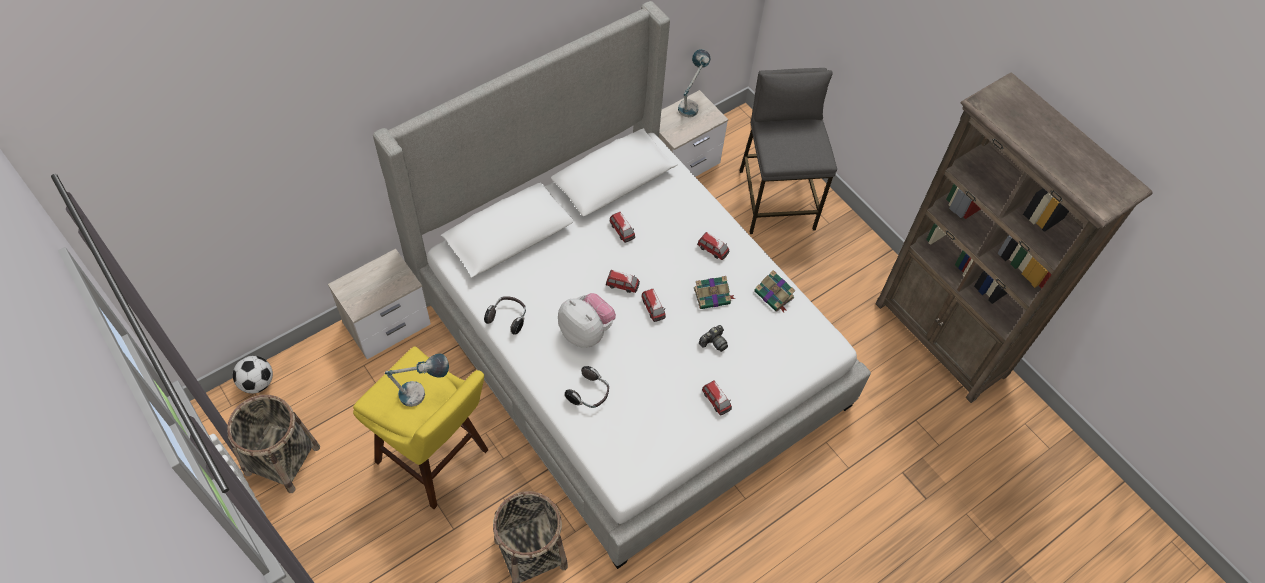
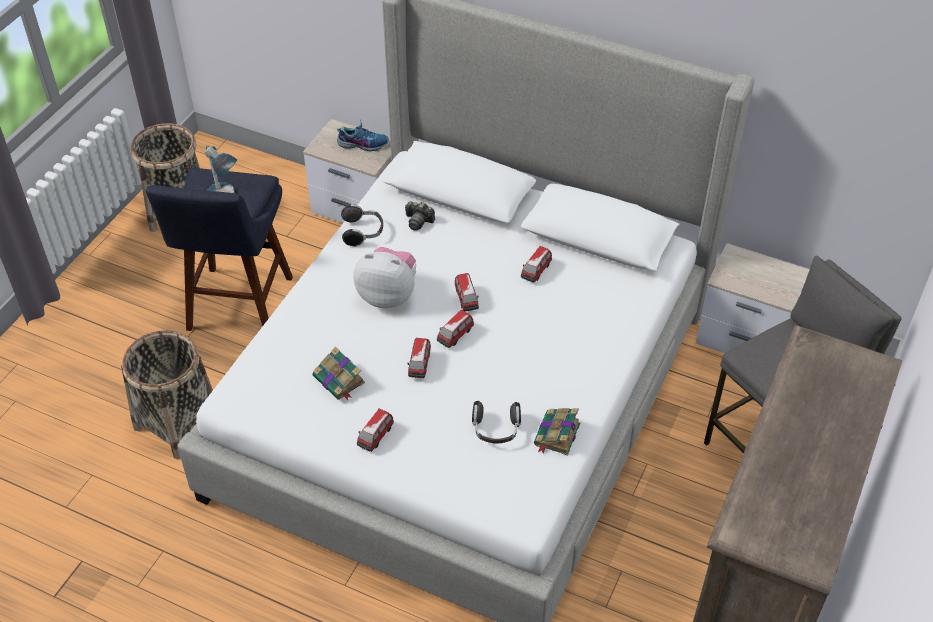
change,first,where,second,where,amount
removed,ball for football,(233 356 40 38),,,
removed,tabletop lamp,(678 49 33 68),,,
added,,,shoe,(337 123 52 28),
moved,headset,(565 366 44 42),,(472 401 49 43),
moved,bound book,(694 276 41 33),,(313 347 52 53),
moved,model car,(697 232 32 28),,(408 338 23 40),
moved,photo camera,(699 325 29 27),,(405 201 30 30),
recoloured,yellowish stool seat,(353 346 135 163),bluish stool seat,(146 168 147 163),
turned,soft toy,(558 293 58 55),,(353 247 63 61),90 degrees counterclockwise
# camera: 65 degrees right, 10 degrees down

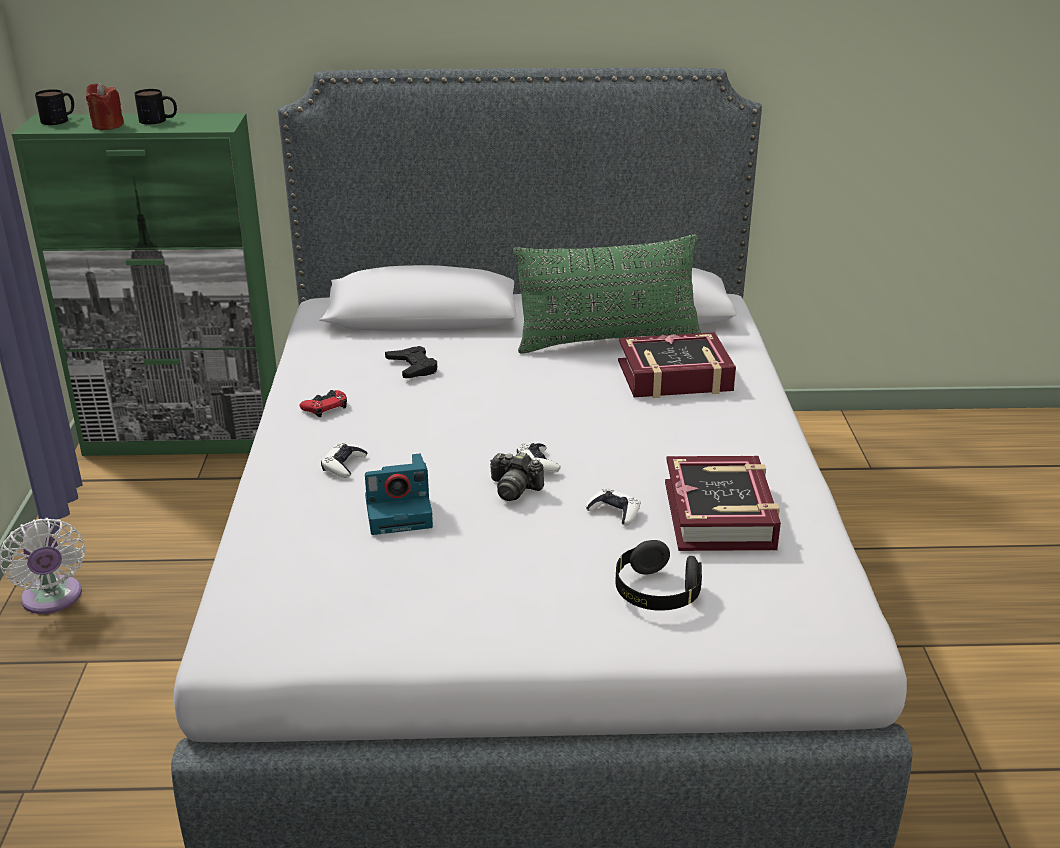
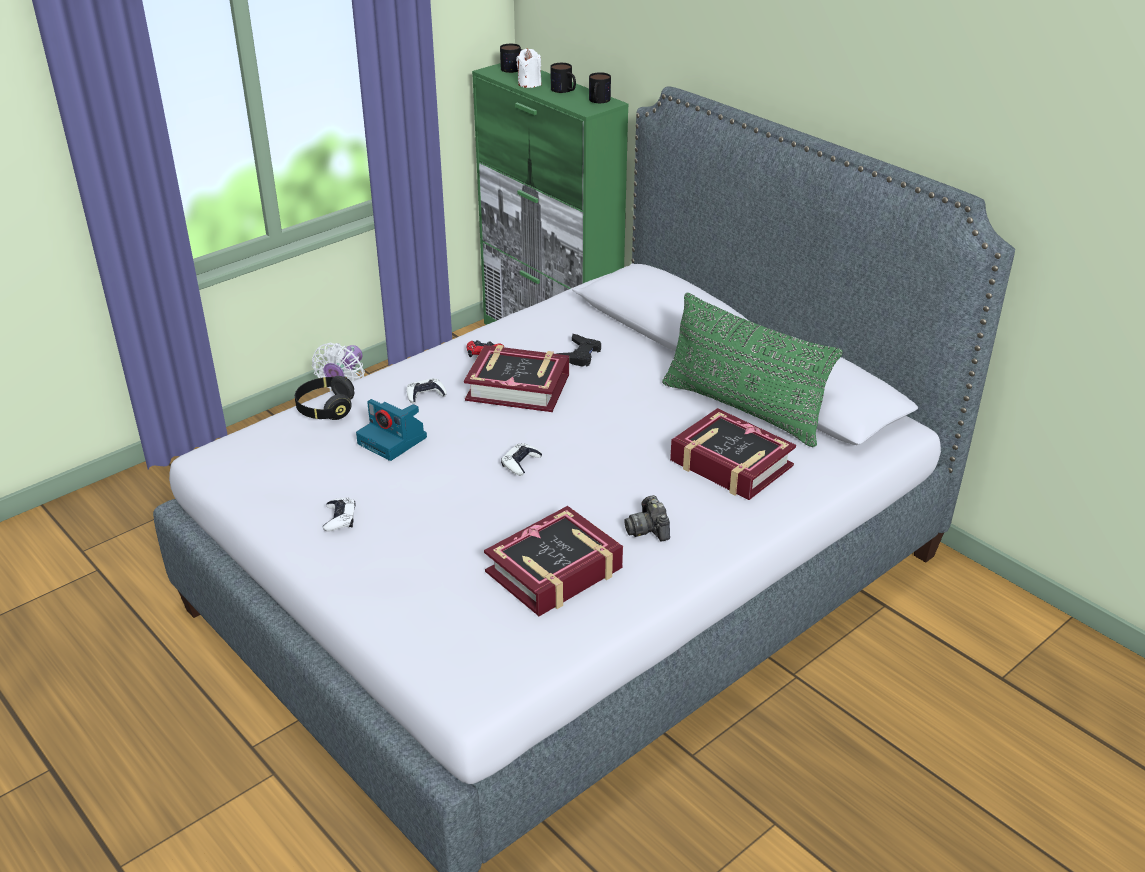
change,first,where,second,where,amount
added,,,bound book,(464 345 105 67),
added,,,coffee mug,(589 72 22 31),
moved,photo camera,(490 452 54 49),,(624 495 46 46),
moved,white-coloured game controller,(586 488 54 38),,(323 497 32 35),
moved,blackish headset,(615 540 87 71),,(295 376 59 44),
recoloured,red wax light,(86 83 38 47),white-coloured wax light,(516 49 25 39),
# camera: 50 degrees right, 5 degrees up

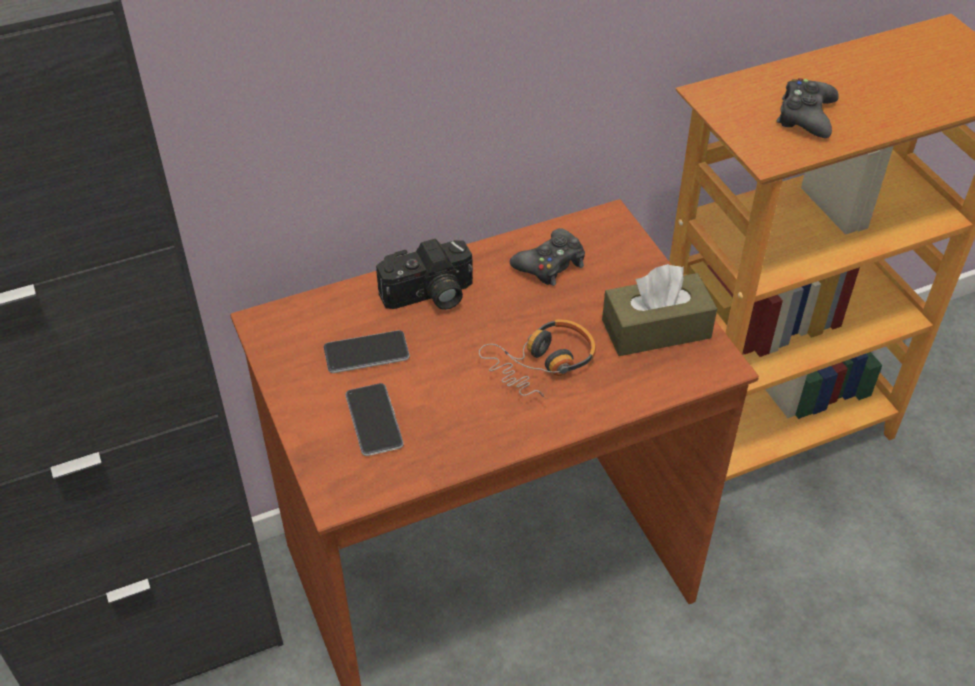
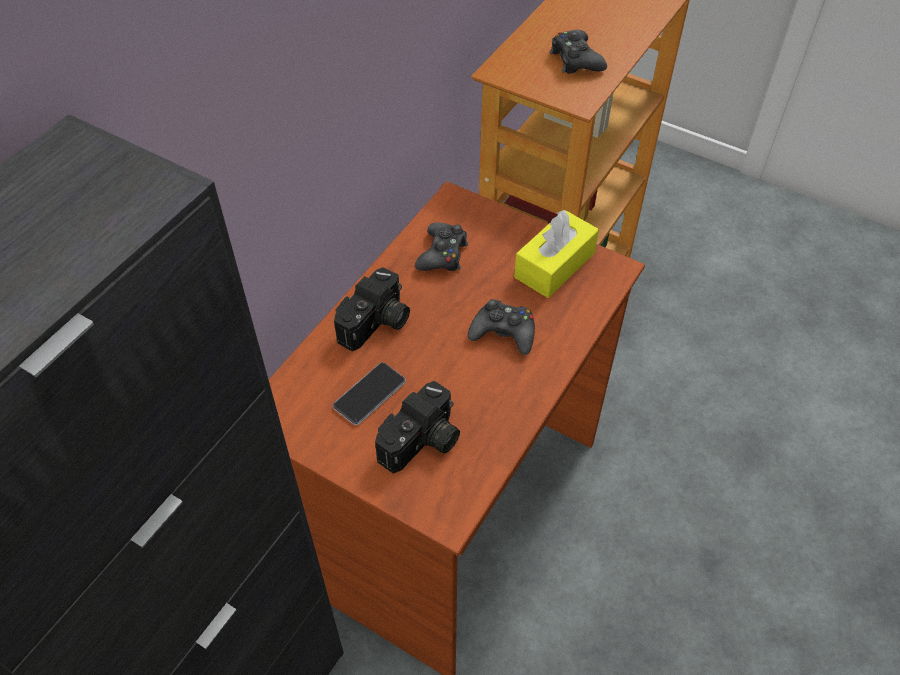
change,first,where,second,where,amount
replaced,handset,(345 383 59 73),photo camera,(375 381 85 92),
replaced,headset,(479 319 117 81),blackish game controller,(468 299 67 56),
recoloured,brownish tissue box,(602 264 115 92),yellowish tissue box,(514 210 85 88),
# camera: 35 degrees left, 5 degrees up

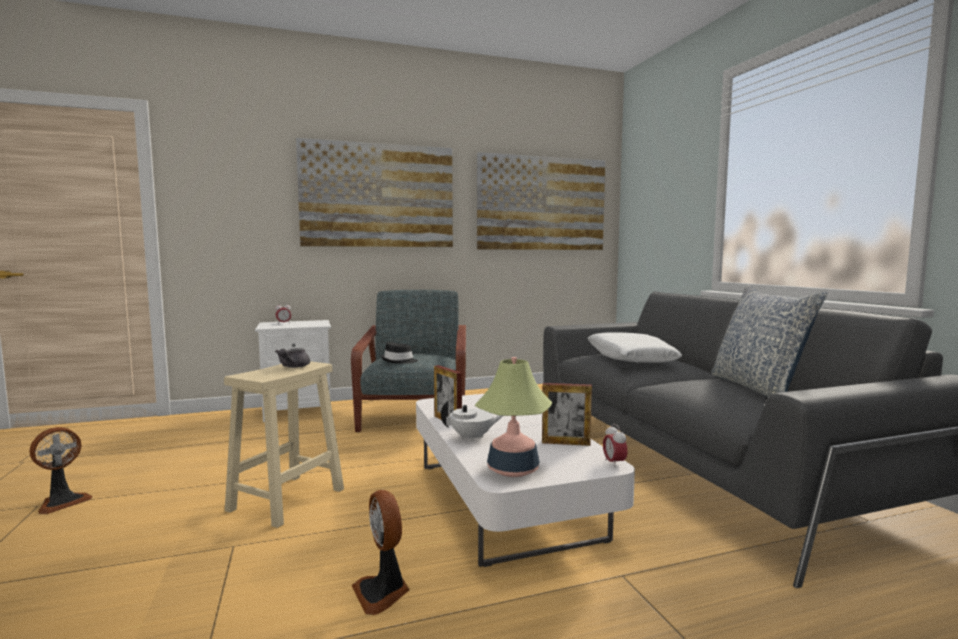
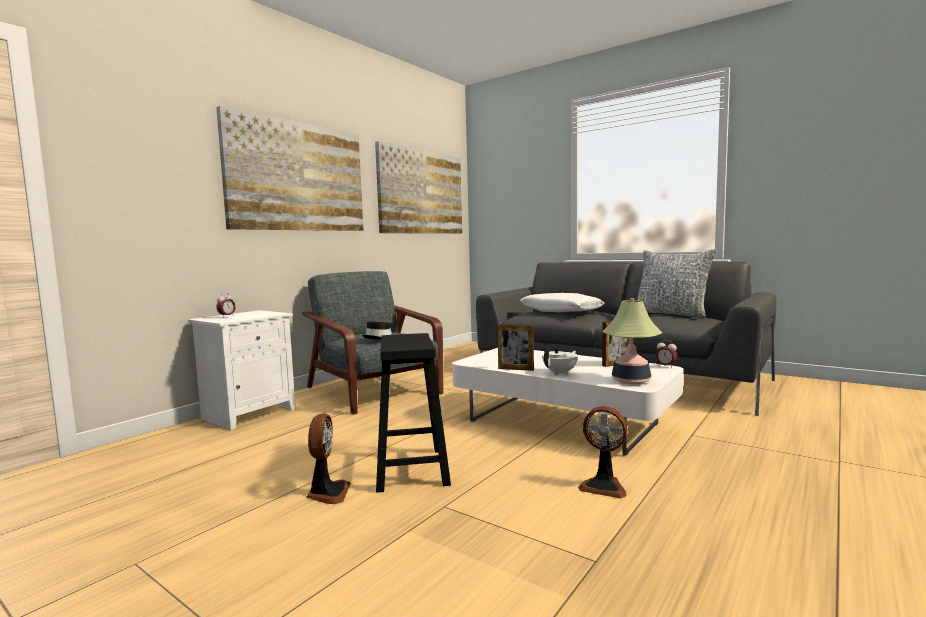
change,first,where,second,where,amount
removed,greyish pot for tea,(275 348 35 20),,,
moved,cooling fan,(30 427 62 87),,(306 414 45 90),
recoloured,sand-coloured stool seat,(224 361 120 167),blackish stool seat,(376 333 75 160),
# camera: 35 degrees left, 0 degrees up

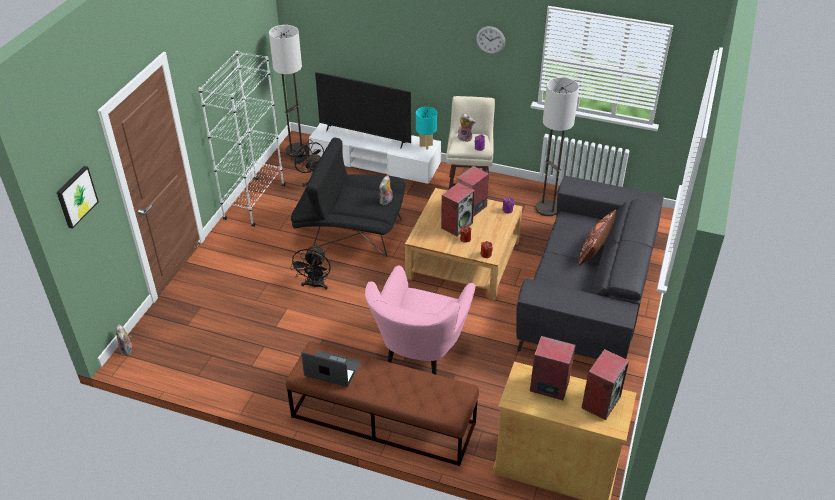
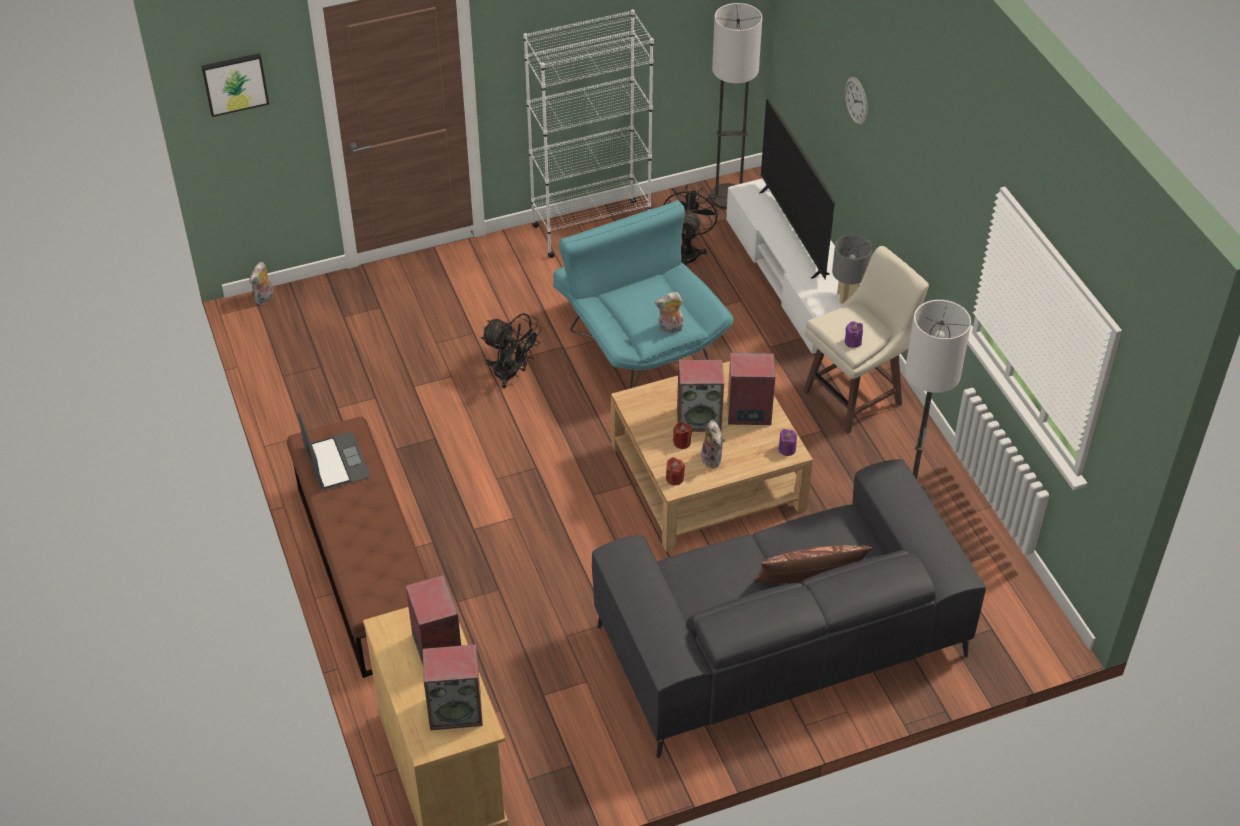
change,first,where,second,where,amount
removed,pink lounge chair,(365 266 111 109),,,
moved,soft toy,(458 113 17 29),,(701 420 24 48),
moved,clock on the wall,(476 26 29 28),,(845 77 23 48),
recoloured,blackish lounge chair,(291 138 115 119),turquoise lounge chair,(553 200 181 188),
recoloured,turquoise tabletop lamp,(416 107 21 43),greyish tabletop lamp,(832 235 40 69),
turned,blackish cooling fan,(290 244 41 46),,(481 313 61 75),120 degrees counterclockwise
# camera: 50 degrees right, 5 degrees up

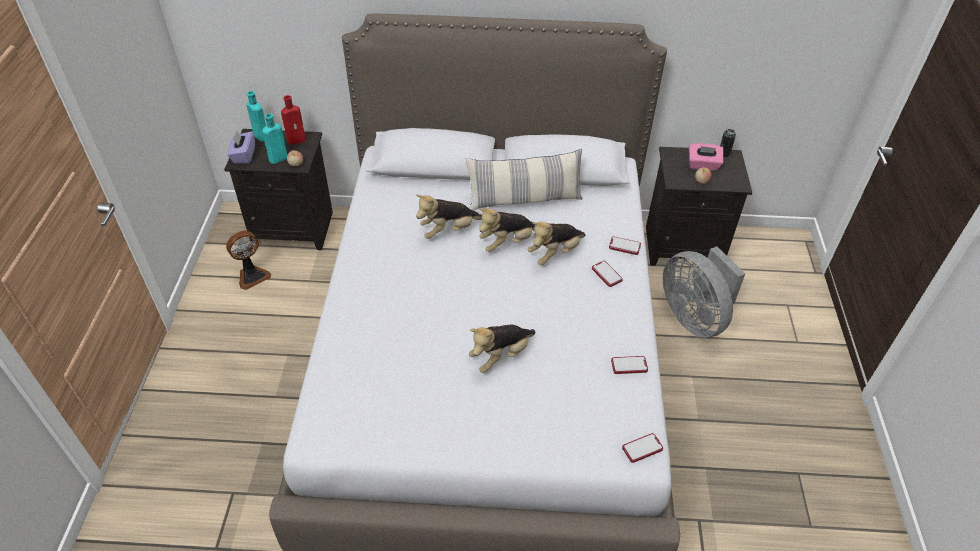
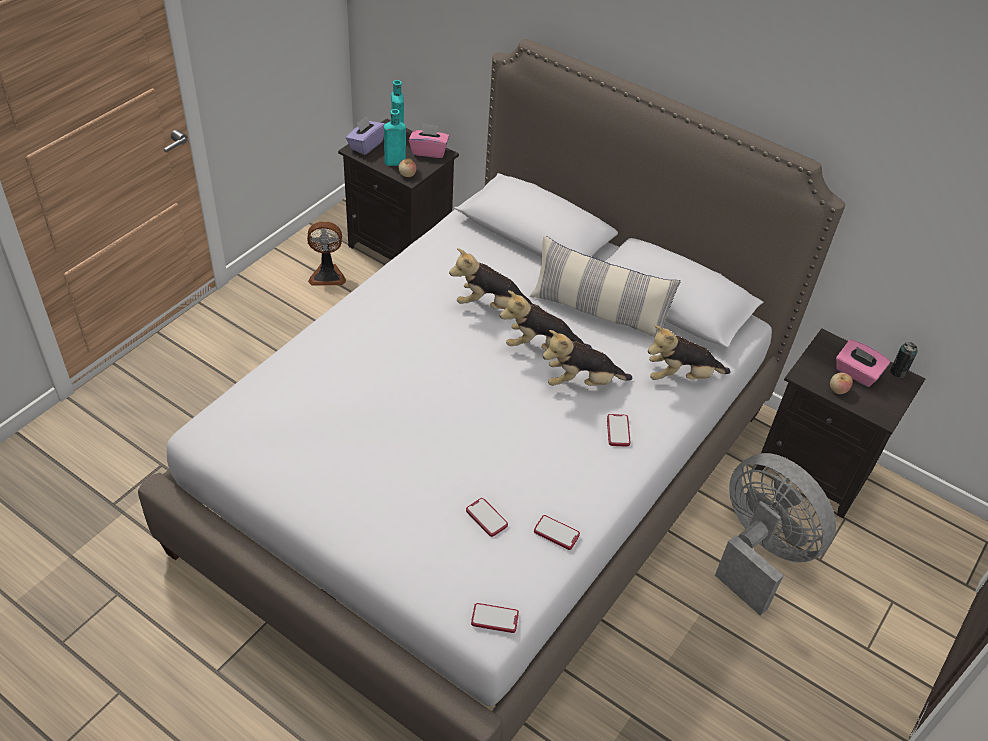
change,first,where,second,where,amount
moved,soft toy,(469 325 66 48),,(648 325 82 55),
moved,handset,(609 237 32 18),,(466 498 42 39),
replaced,red bottle,(281 95 25 50),pink tissue box,(409 123 40 35),
turned,greyish cooling fan,(663 246 82 92),,(715 453 121 163),135 degrees clockwise
# camera: 30 degrees right, 0 degrees up

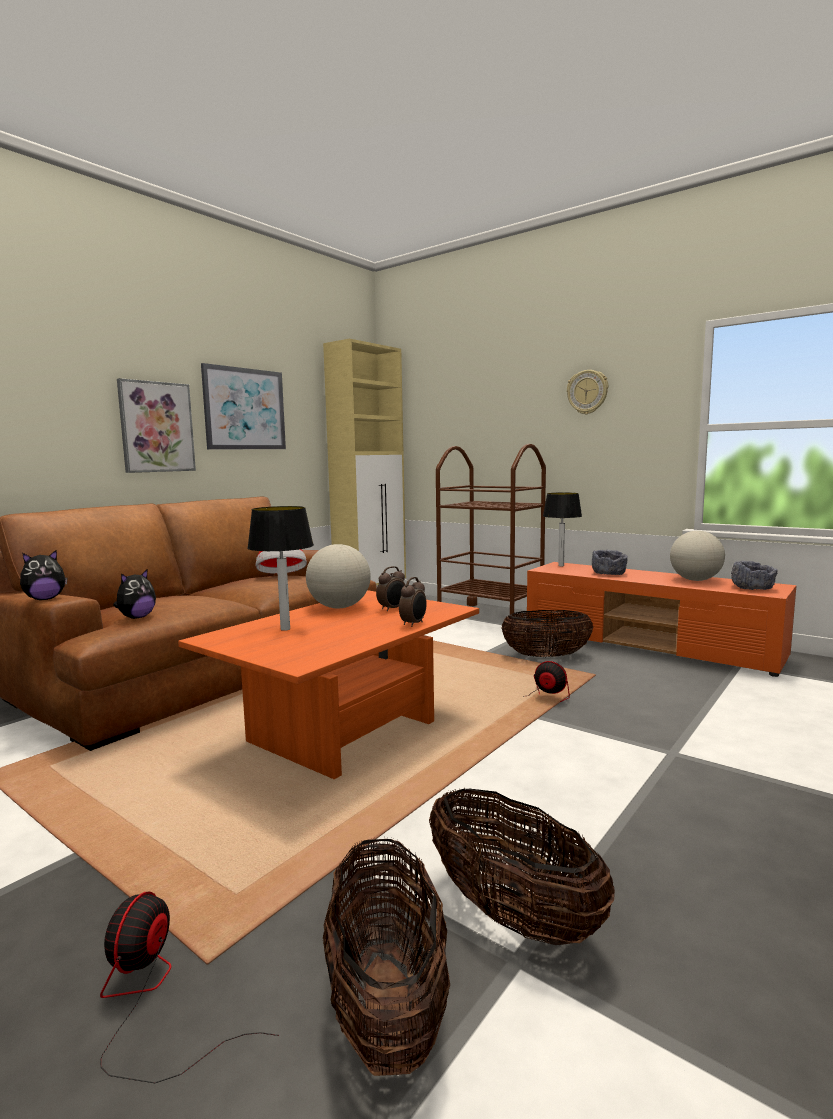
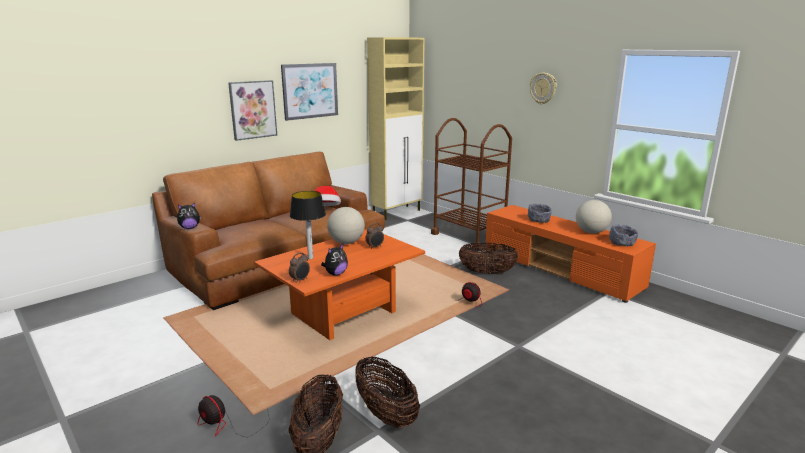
change,first,where,second,where,amount
removed,tabletop lamp,(543 492 39 74),,,
moved,soft toy,(113 570 43 49),,(321 244 27 32),
moved,alarm clock,(399 577 28 50),,(289 252 21 31),
turned,cooling fan,(100 892 179 191),,(197 395 72 42),75 degrees counterclockwise
# camera: 10 degrees right, 10 degrees up

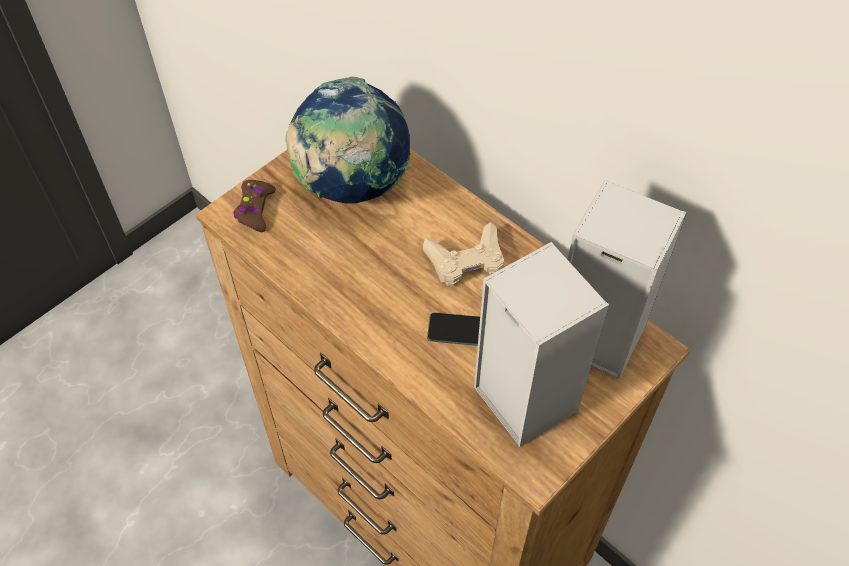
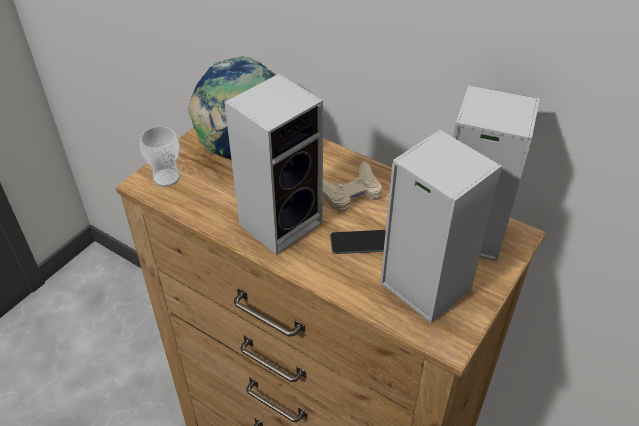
change,first,where,second,where,amount
added,,,loudspeaker,(225 74 98 181),
replaced,brownish game controller,(234 180 42 52),drinking cup,(140 126 40 61),
# camera: 10 degrees left, 10 degrees down

